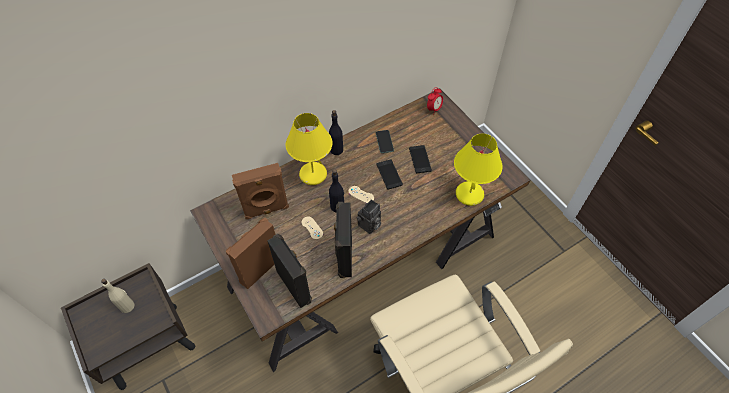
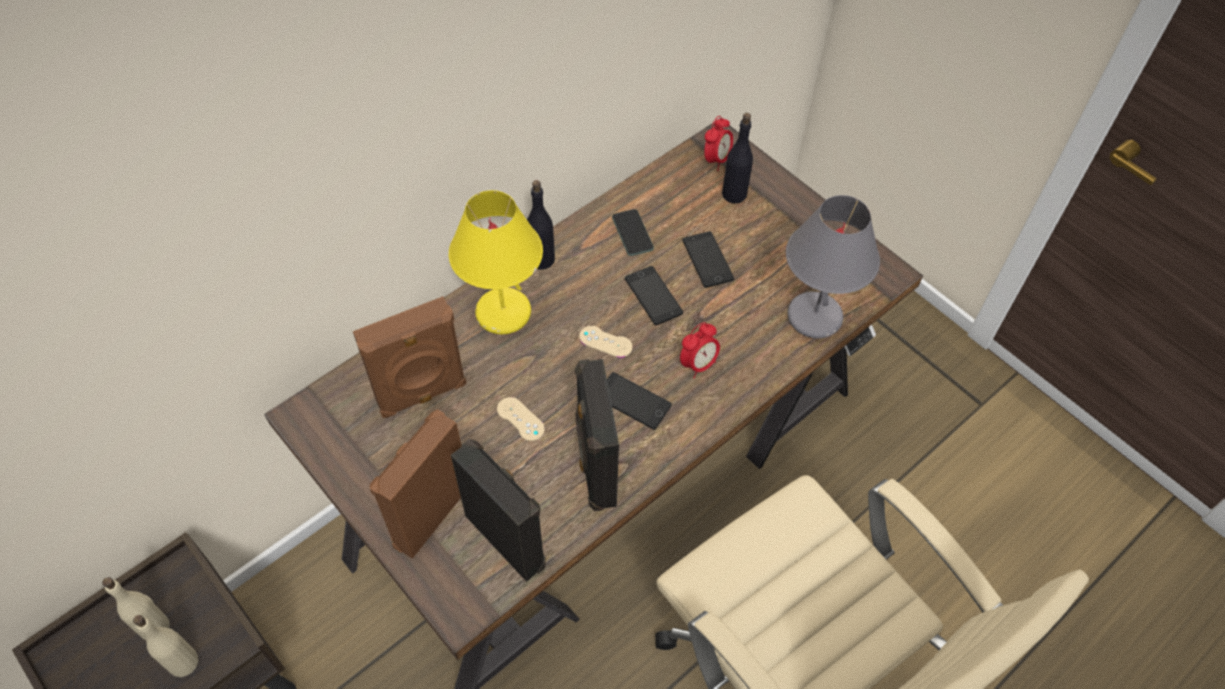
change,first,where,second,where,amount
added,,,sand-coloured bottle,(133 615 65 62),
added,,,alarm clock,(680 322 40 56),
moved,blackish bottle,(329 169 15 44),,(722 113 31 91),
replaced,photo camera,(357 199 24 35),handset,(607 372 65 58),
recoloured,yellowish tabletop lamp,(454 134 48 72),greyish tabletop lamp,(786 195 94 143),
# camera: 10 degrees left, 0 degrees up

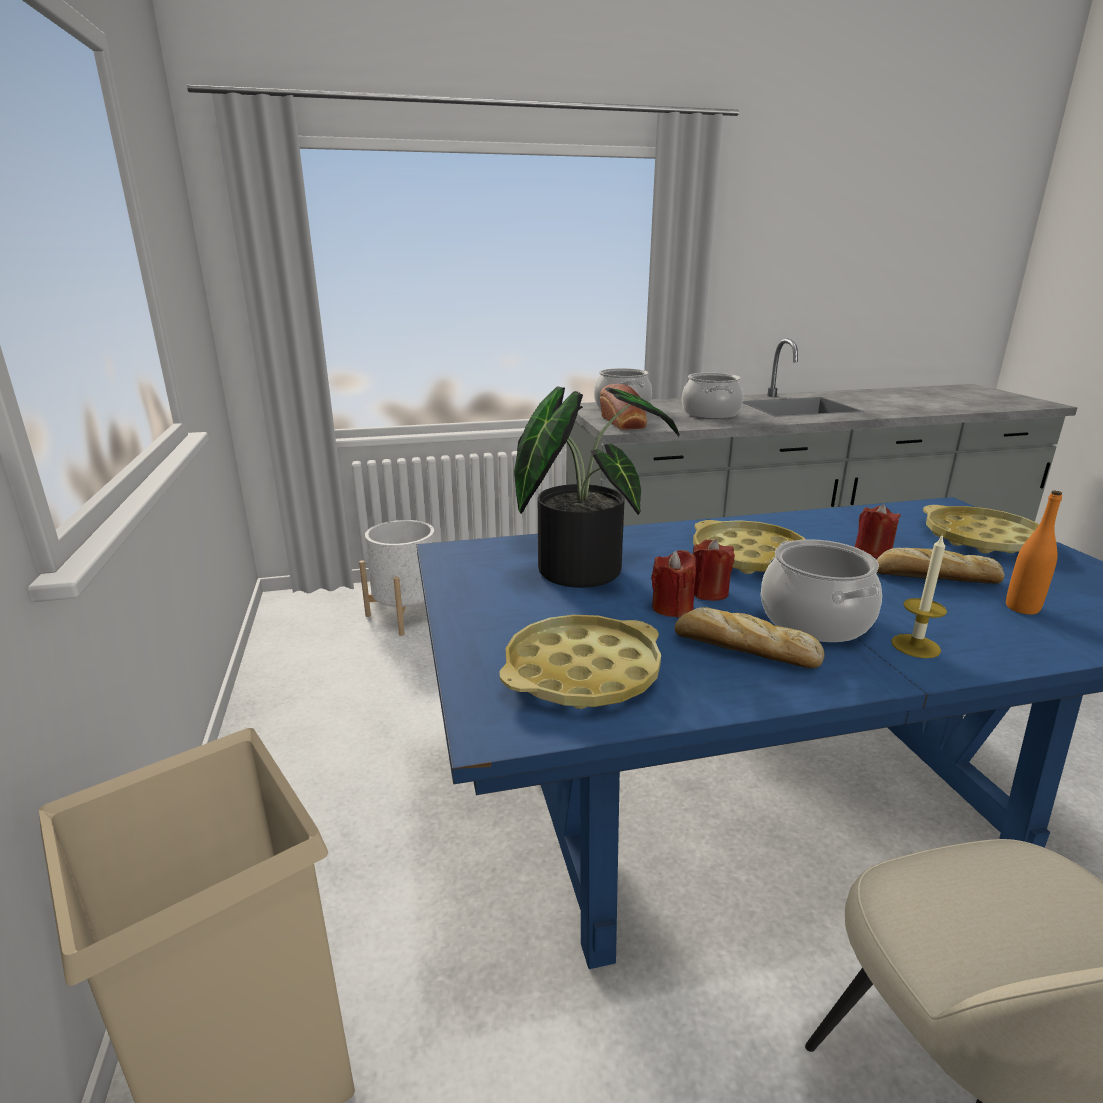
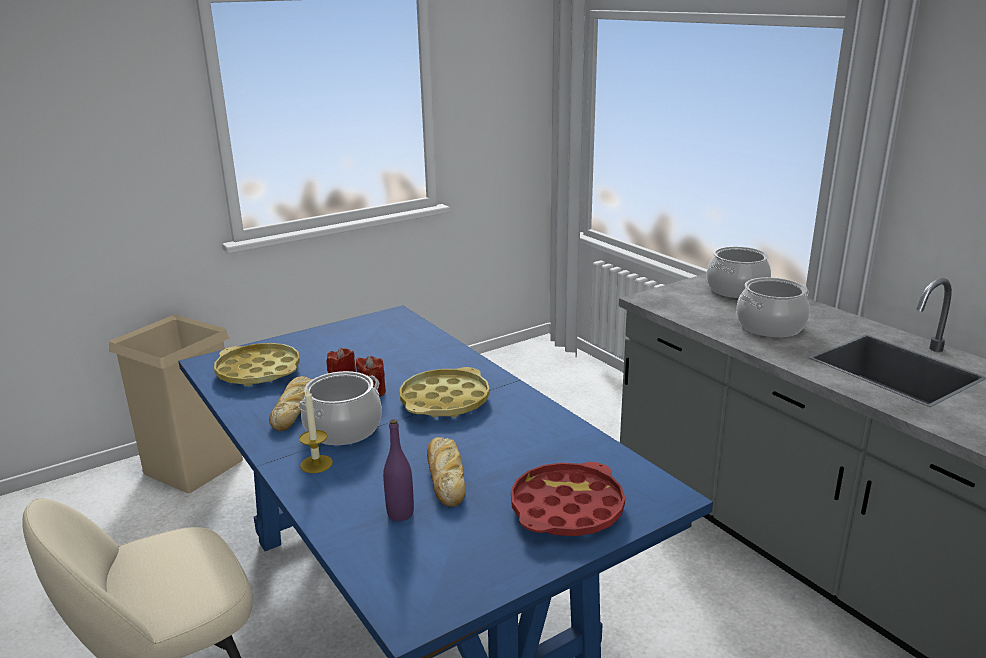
change,first,where,second,where,amount
removed,white-coloured plant pot,(359 520 76 116),,,
removed,potted plant,(514 386 166 202),,,
removed,baked bread,(600 384 47 46),,,
removed,red wax light,(855 504 46 55),,,
recoloured,yellowish tray,(923 505 134 49),red tray,(511 462 114 74),
recoloured,orange-coloured bottle,(1006 491 56 123),purple bottle,(383 419 31 102),
# camera: 70 degrees right, 0 degrees up

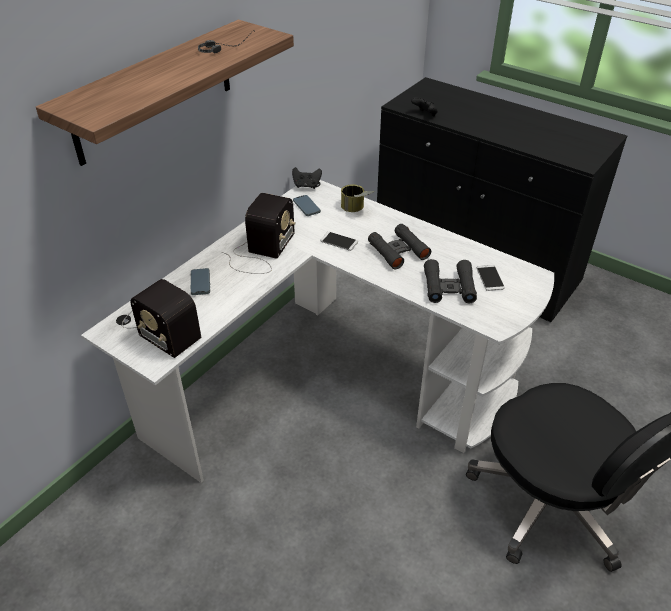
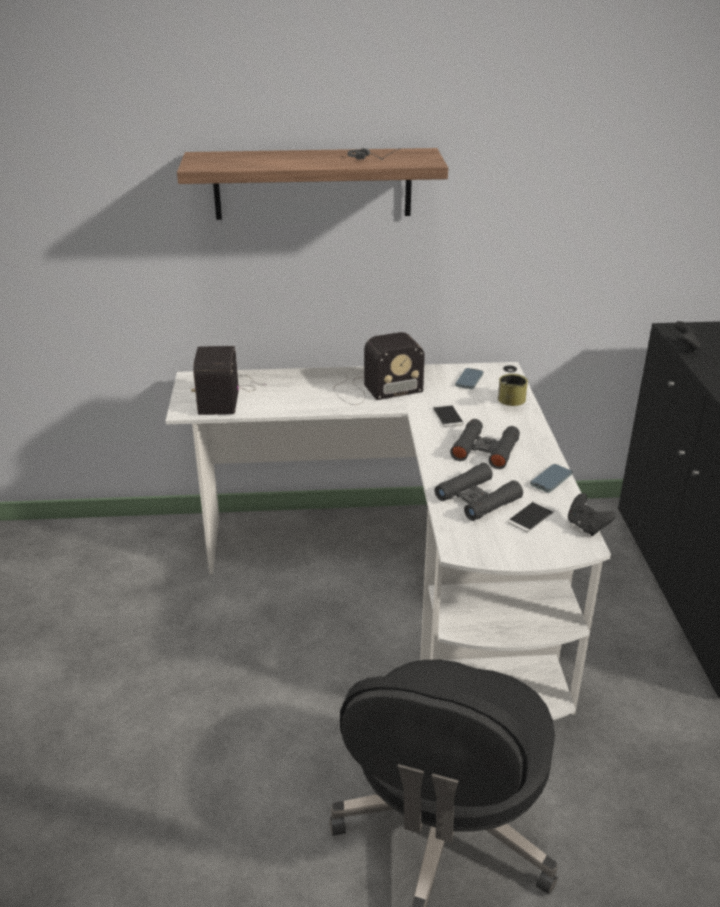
change,first,where,second,where,amount
moved,handset,(191 268 19 27),,(530 464 42 28),
moved,blackish game controller,(292 167 30 22),,(568 493 48 43),
# camera: 50 degrees right, 10 degrees down

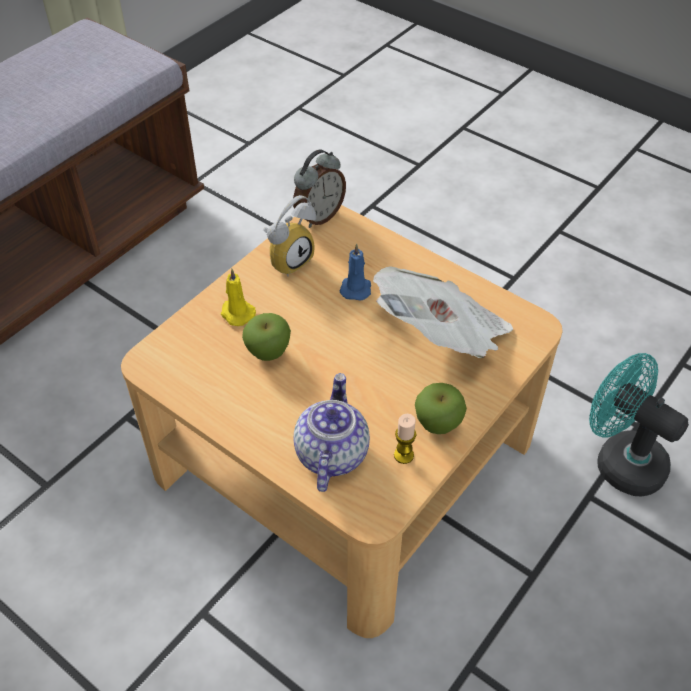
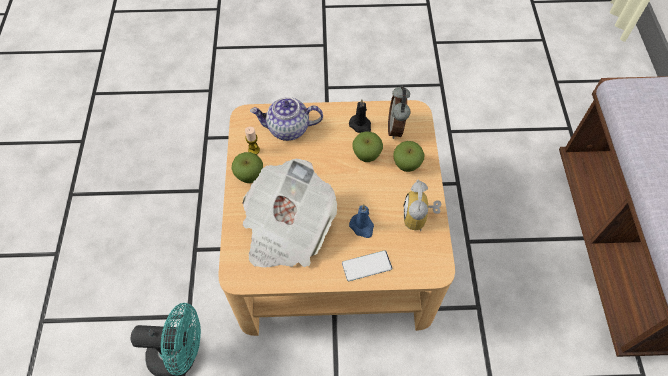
change,first,where,second,where,amount
added,,,handset,(342 250 50 31),
added,,,blackish wax light,(349 99 22 34),
moved,alarm clock,(293 149 53 79),,(388 86 23 53),
replaced,yellowish wax light,(221 269 35 57),apple,(394 141 31 31),
turned,pot for tea,(294 373 76 119),,(250 97 73 44),120 degrees clockwise
# camera: 140 degrees right, 10 degrees up

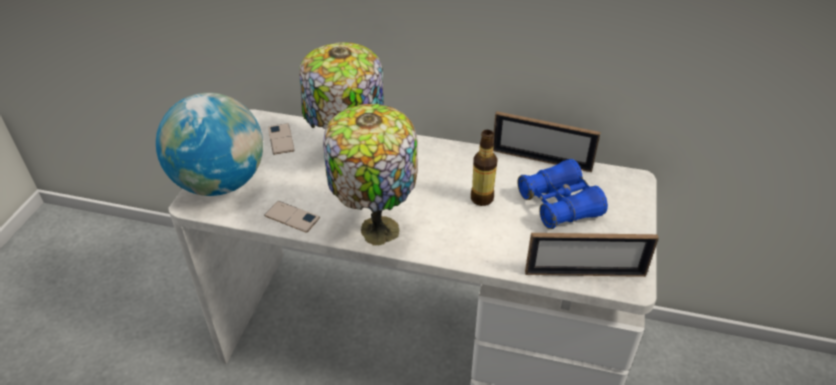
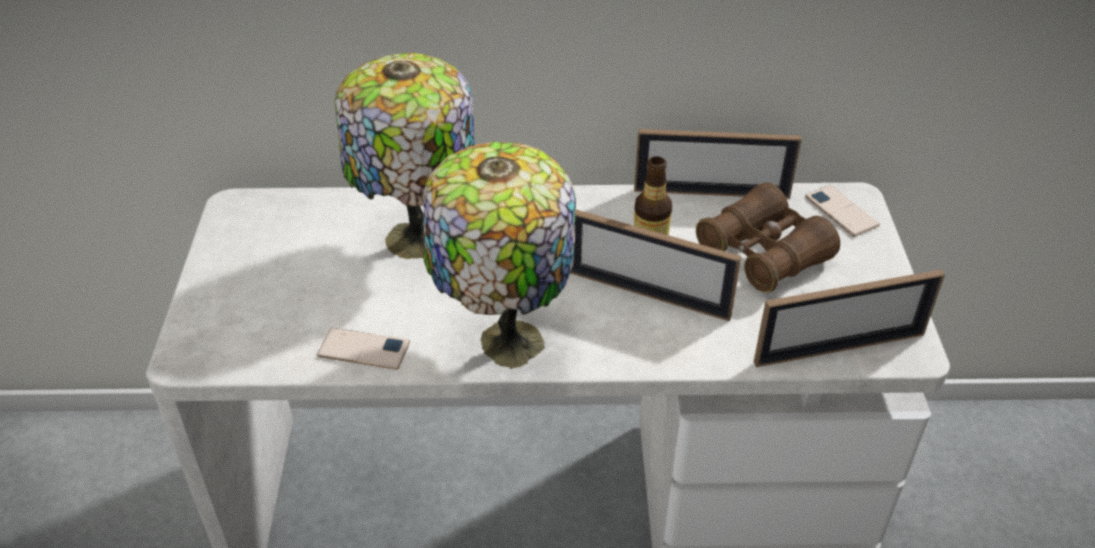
change,first,where,second,where,amount
removed,globe,(156 93 107 103),,,
added,,,picture frame,(570 210 172 111),
moved,handset,(268 123 27 32),,(805 185 75 52),
recoloured,bluish binoculars,(517 159 91 70),brownish binoculars,(696 183 144 110),
# camera: 15 degrees left, 0 degrees up

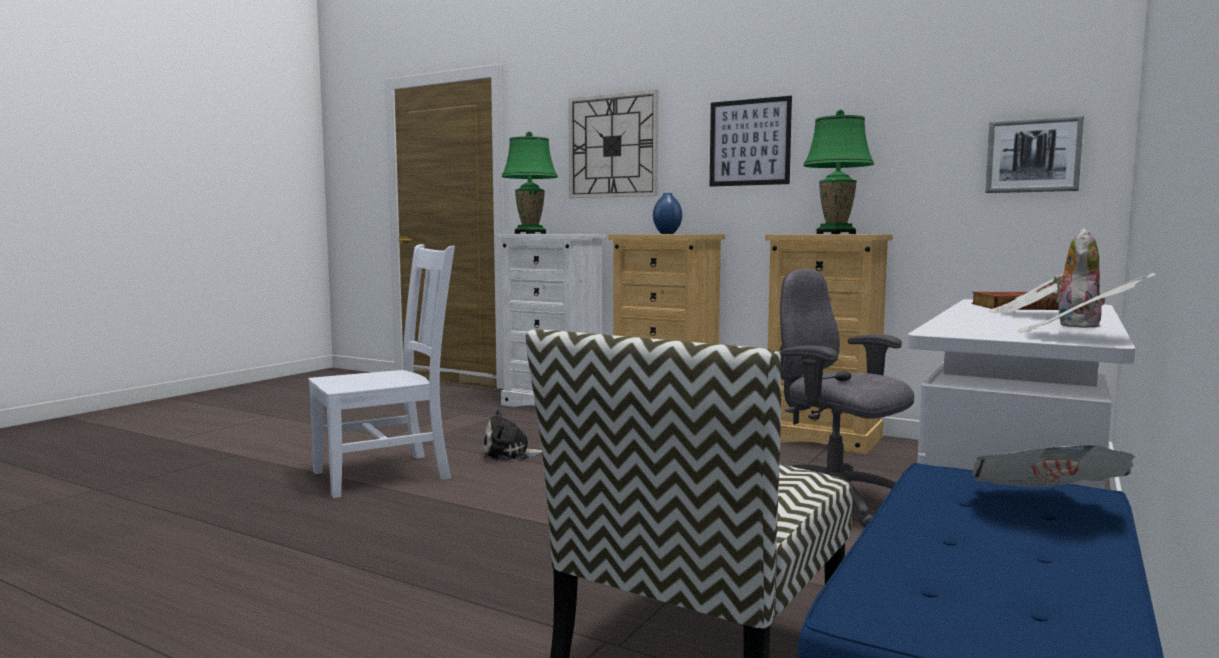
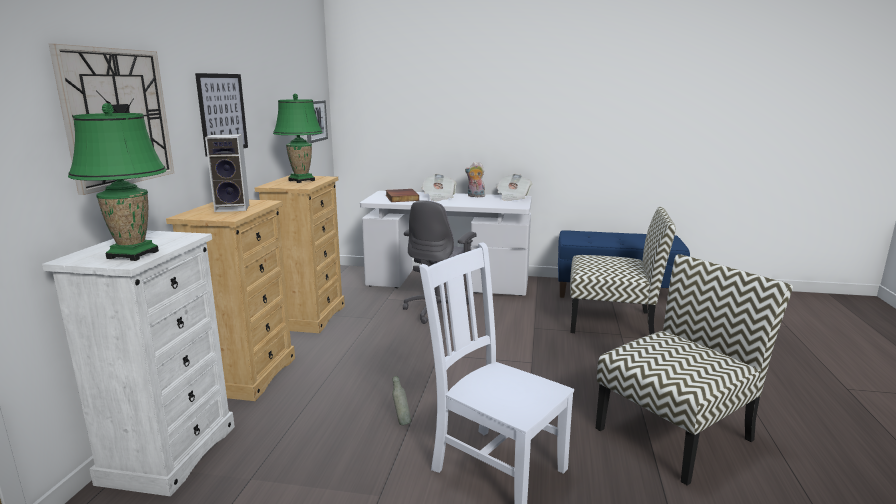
change,first,where,second,where,amount
removed,newspaper,(972 445 163 42),,,
added,,,plain chair,(596 254 197 231),
replaced,soft toy,(483 409 59 52),greyish bottle,(392 376 19 49),
replaced,bluish decorative vase,(653 193 29 41),loudspeaker,(205 134 45 78),
# camera: 110 degrees left, 10 degrees up

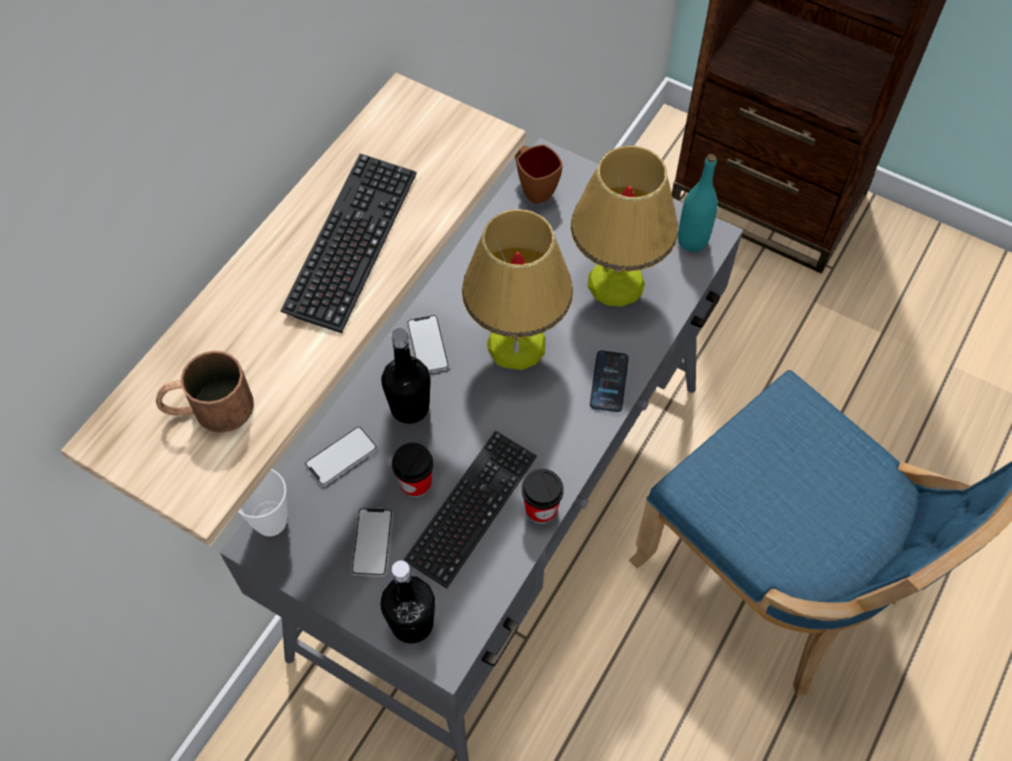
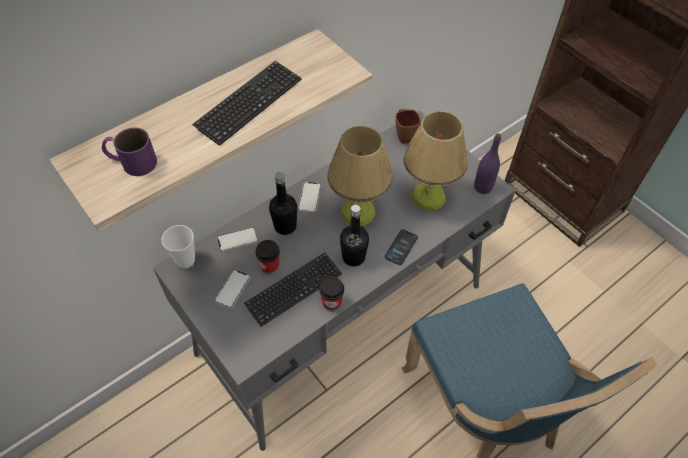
change,first,where,second,where,amount
moved,blackish bottle,(381 561 54 82),,(340 205 29 61),
recoloured,brownish coffee mug,(156 351 98 82),purple coffee mug,(102 127 55 49),
recoloured,turquoise bottle,(678 154 40 98),purple bottle,(474 133 27 61),
# camera: 20 degrees right, 5 degrees down

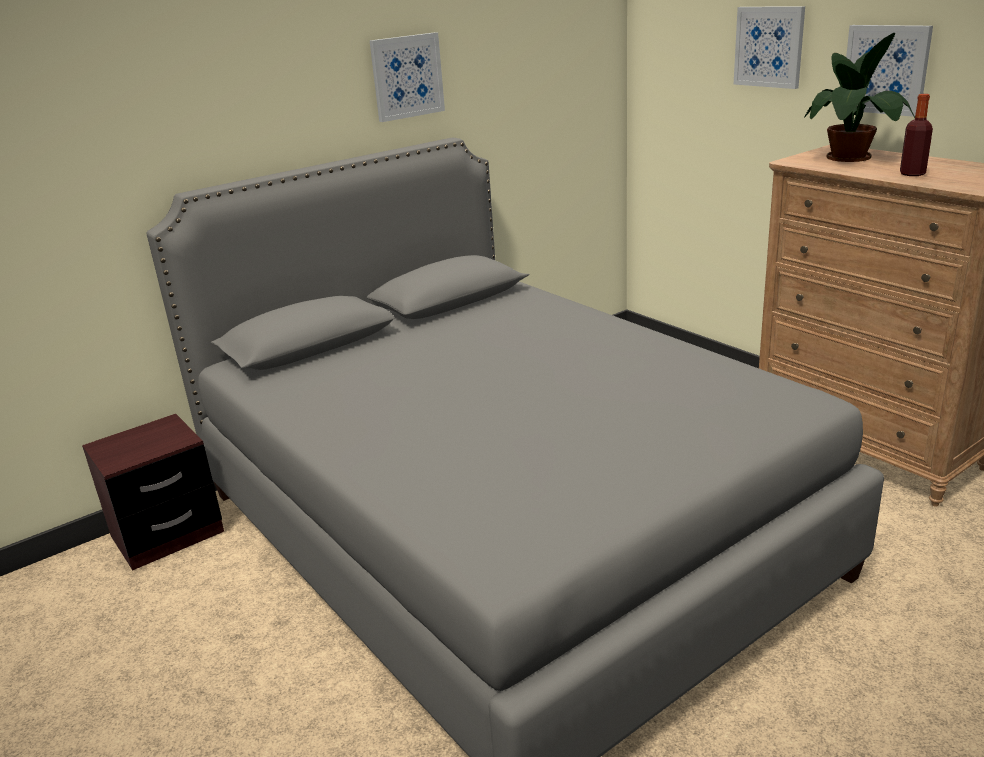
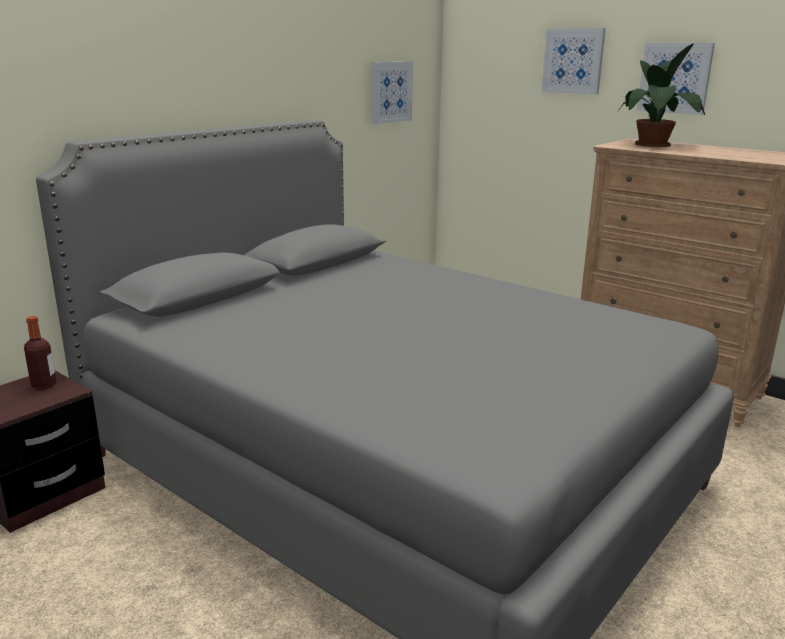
change,first,where,second,where,amount
moved,wall picture,(370 32 75 90),,(372 62 41 62),
moved,bottle,(900 94 33 82),,(24 316 33 74),
# camera: 15 degrees left, 5 degrees down

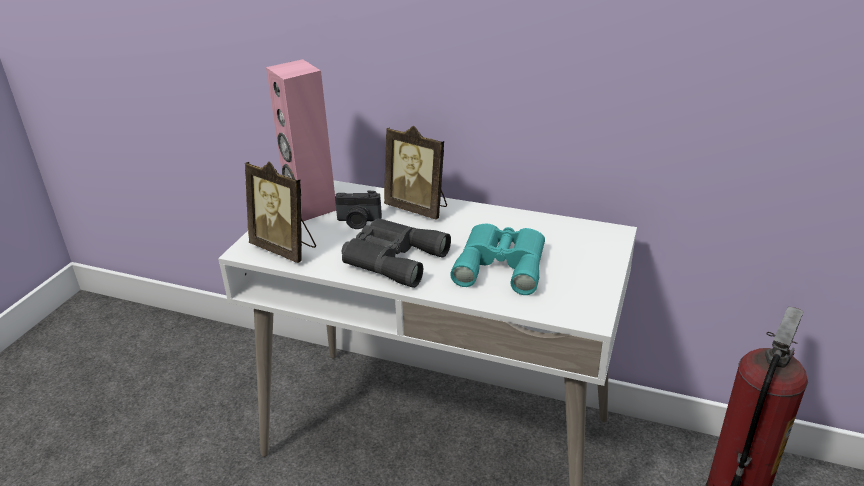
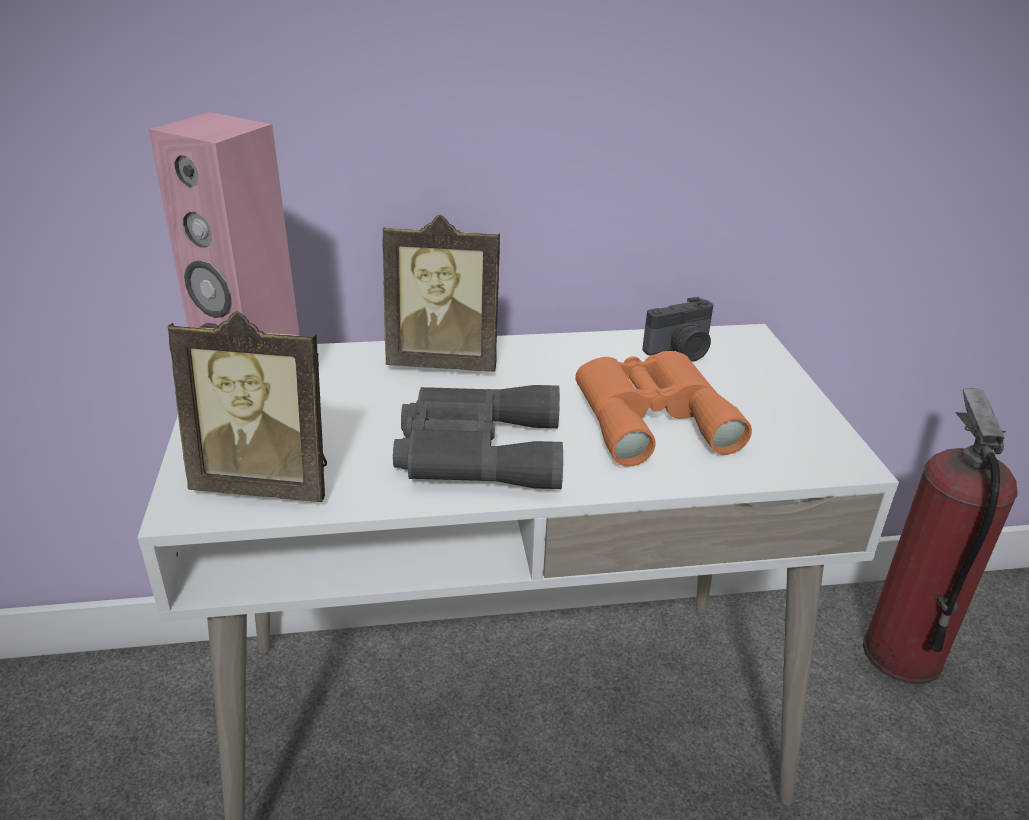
change,first,where,second,where,amount
moved,photo camera,(335 190 47 39),,(642 297 71 65),
recoloured,turquoise binoculars,(450 224 95 71),orange-coloured binoculars,(575 351 177 116),
# camera: 30 degrees left, 0 degrees up

